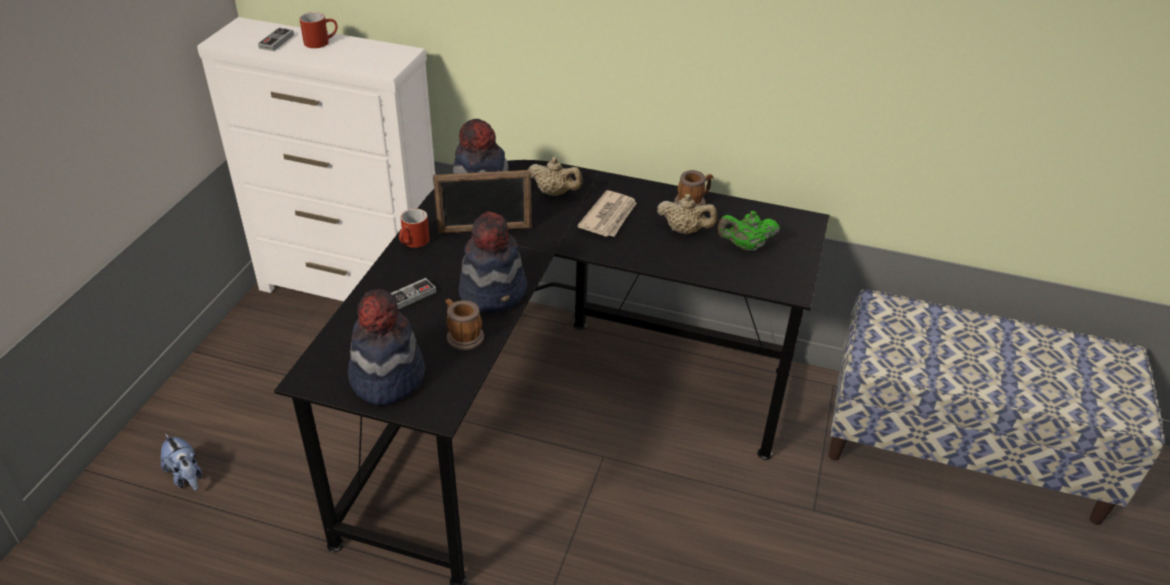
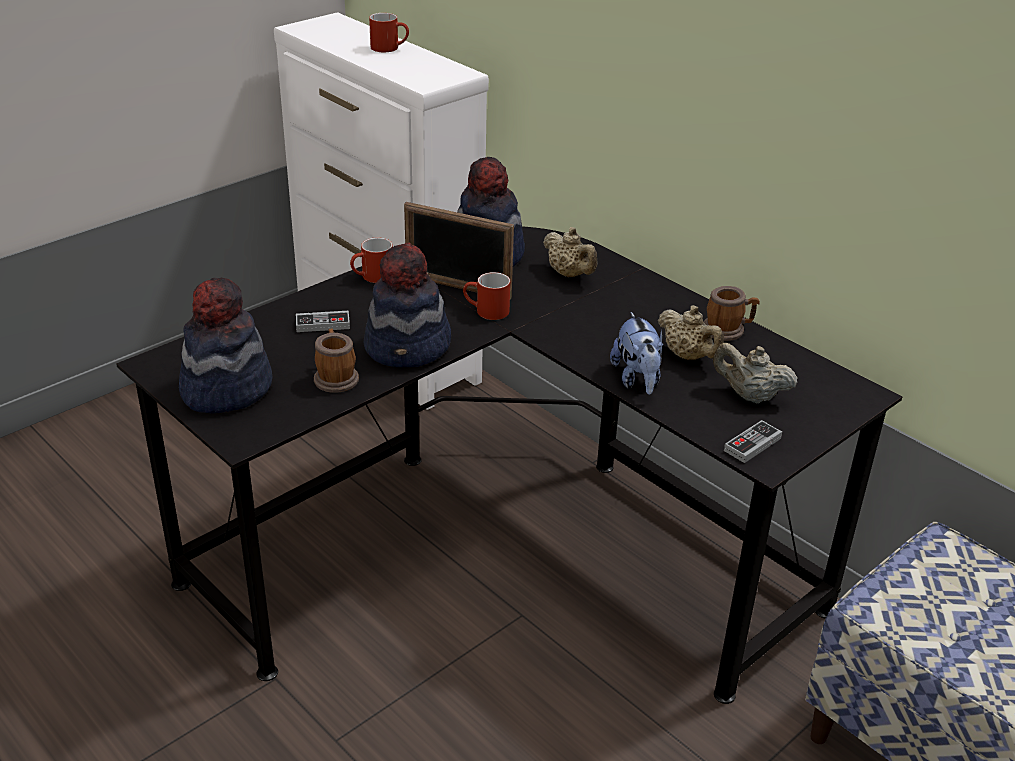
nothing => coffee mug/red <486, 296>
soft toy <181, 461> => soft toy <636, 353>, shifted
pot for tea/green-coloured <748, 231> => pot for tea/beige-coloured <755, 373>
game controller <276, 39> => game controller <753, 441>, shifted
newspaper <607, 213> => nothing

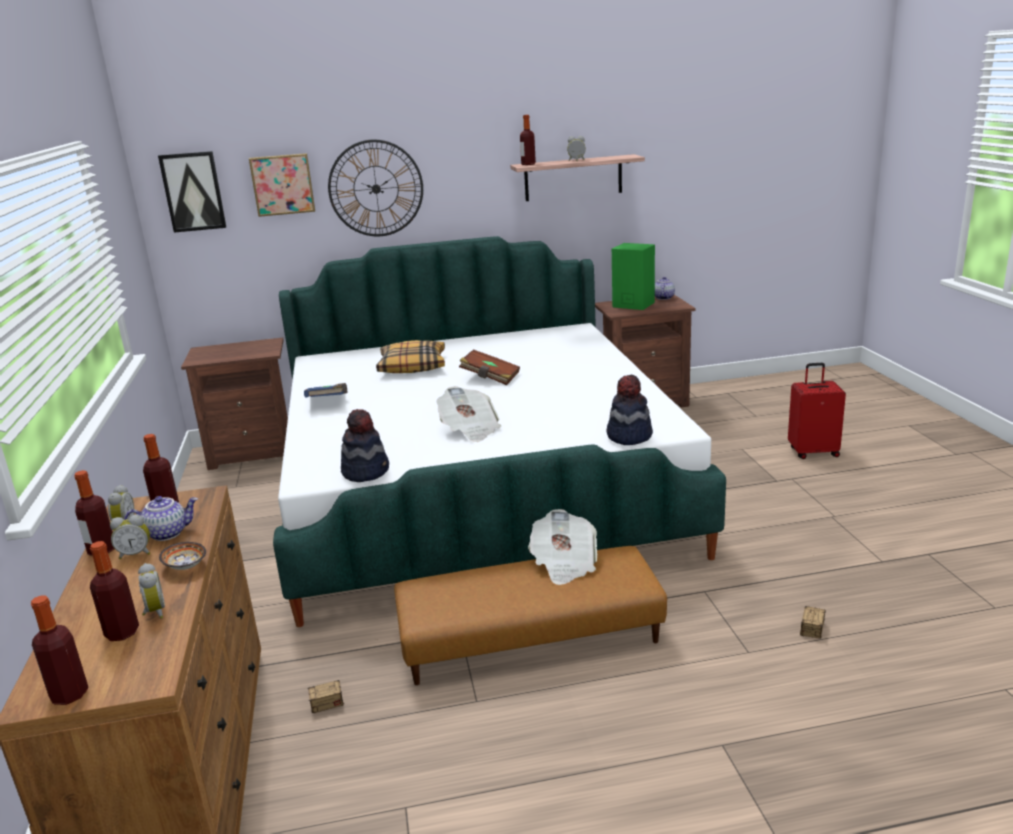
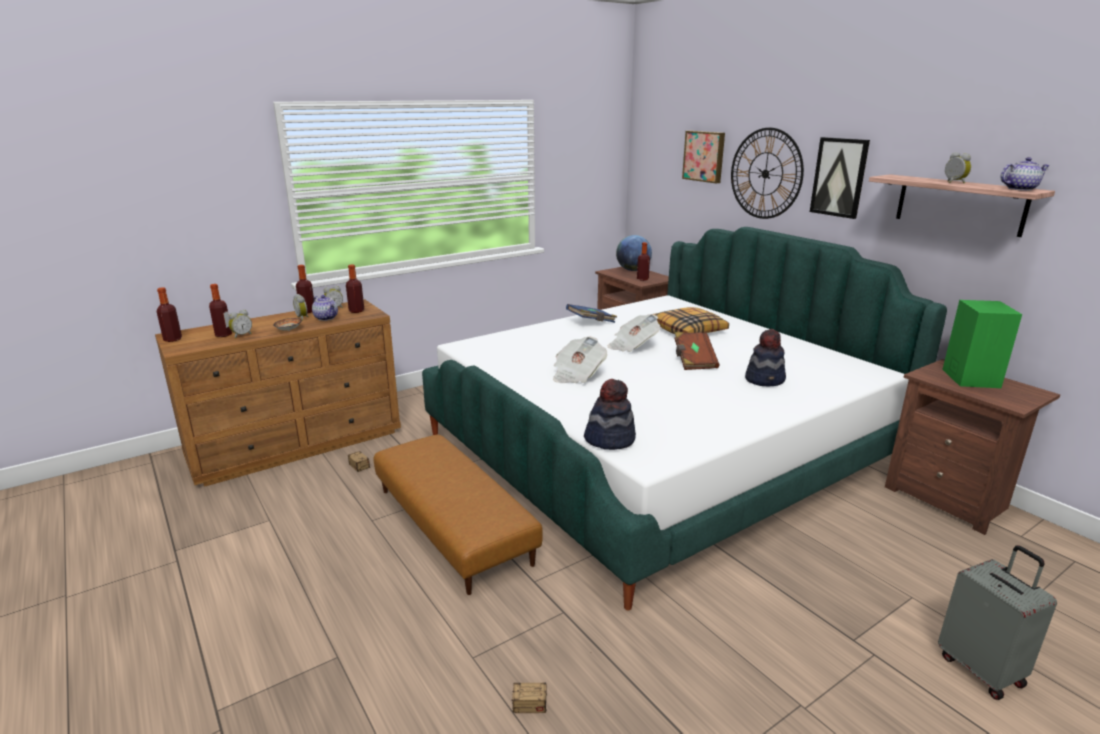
newspaper <562, 547> => newspaper <634, 333>, shifted
nothing => globe <634, 253>
drink bottle <528, 140> => drink bottle <643, 261>, shifted
clothing hat <365, 445> => clothing hat <765, 358>, shifted
picture <192, 192> => picture <840, 178>, shifted
suitcase/red <817, 411> => suitcase/grey <997, 622>
pot for tea <665, 288> => pot for tea <1025, 174>, shifted

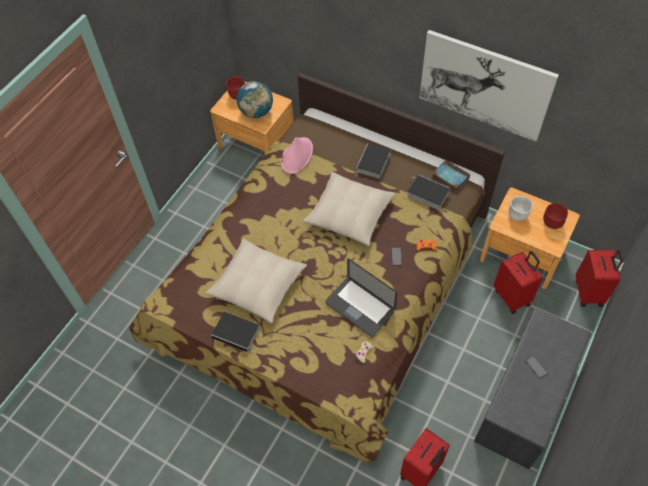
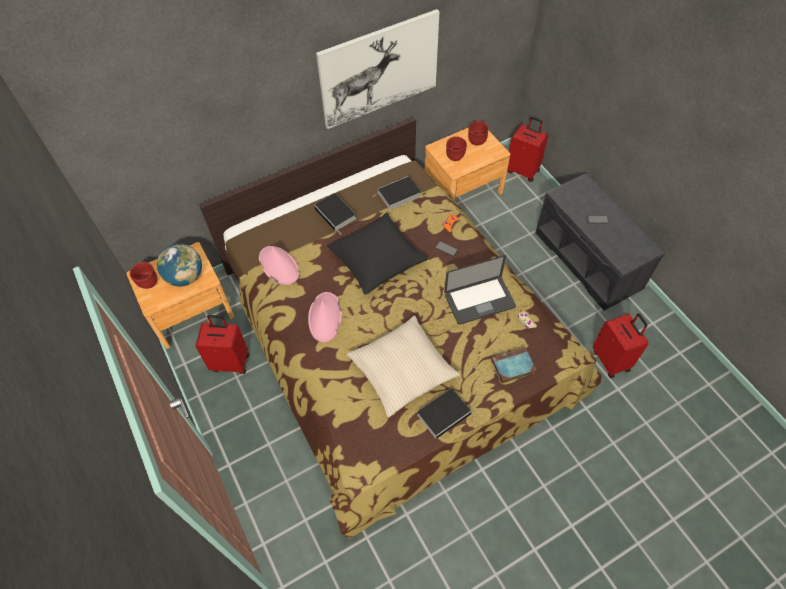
suitcase/red <518, 282> => suitcase/red <222, 344>, shifted
nothing => clothing hat/pink <325, 317>
pillow/beige-coloured <349, 209> => pillow/black-coloured <378, 254>
bowl/white-coloured <521, 208> => bowl/red <456, 148>
bound book <451, 176> => bound book <513, 365>, shifted

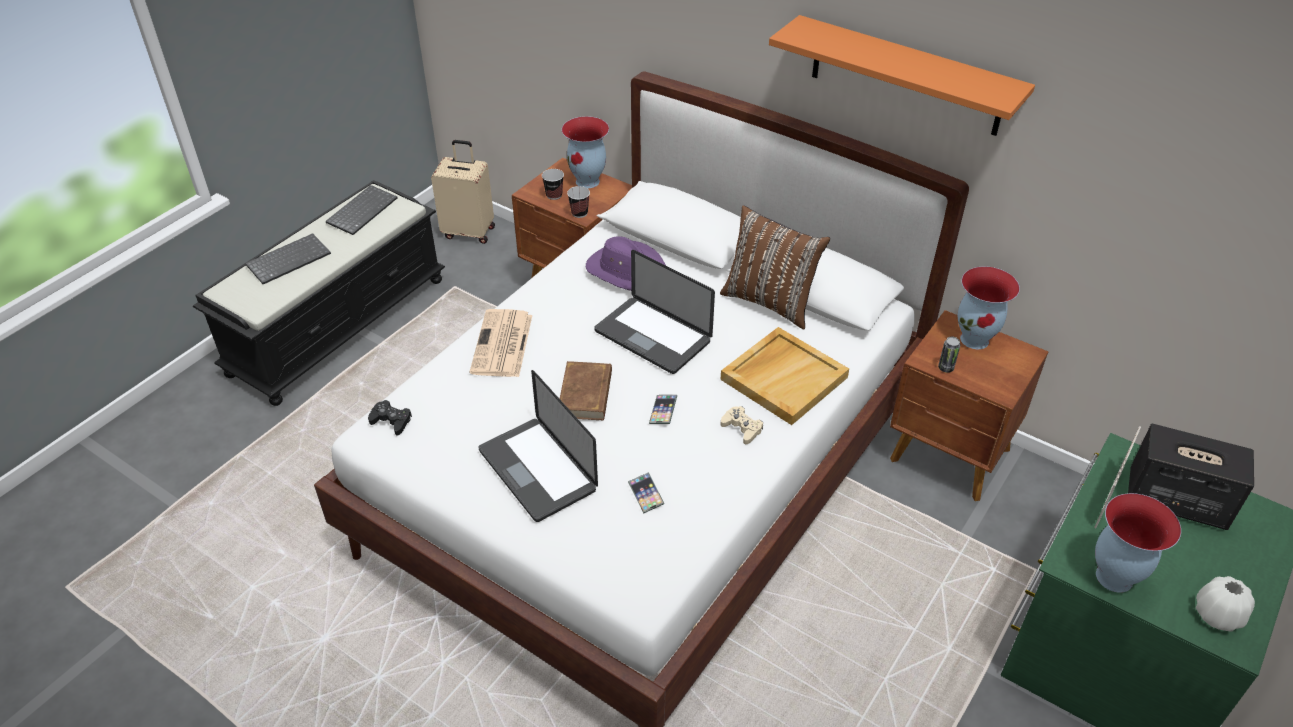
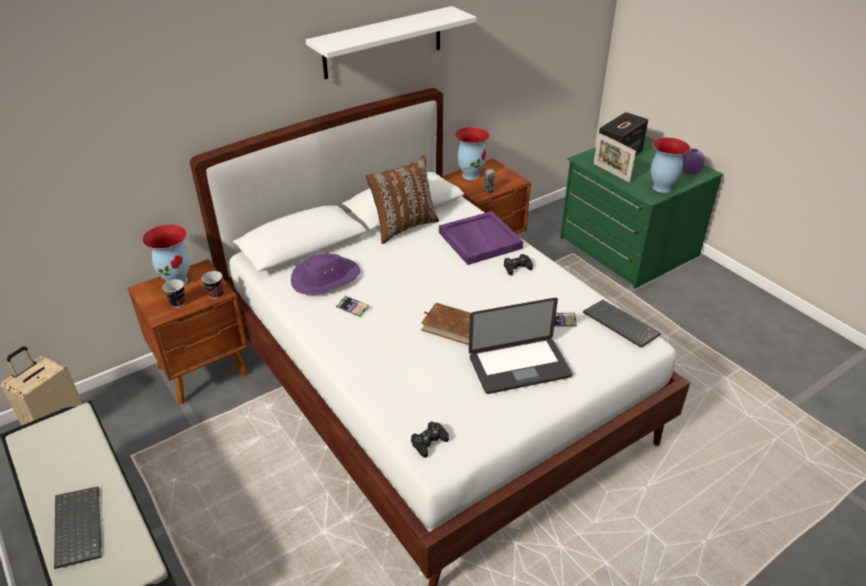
bracket shelf/orange <902, 75> => bracket shelf/white-coloured <391, 42>
phone <663, 409> => phone <352, 306>, shifted
serving tray/beige-coloured <784, 376> => serving tray/purple <481, 238>
game controller/beige-coloured <742, 425> => game controller/black-coloured <518, 264>
PC keyboard <361, 210> => PC keyboard <622, 324>, shifted
vase/white-coloured <1225, 604> => vase/purple <693, 161>
newspaper <501, 343> => nothing
laptop <654, 312> => nothing

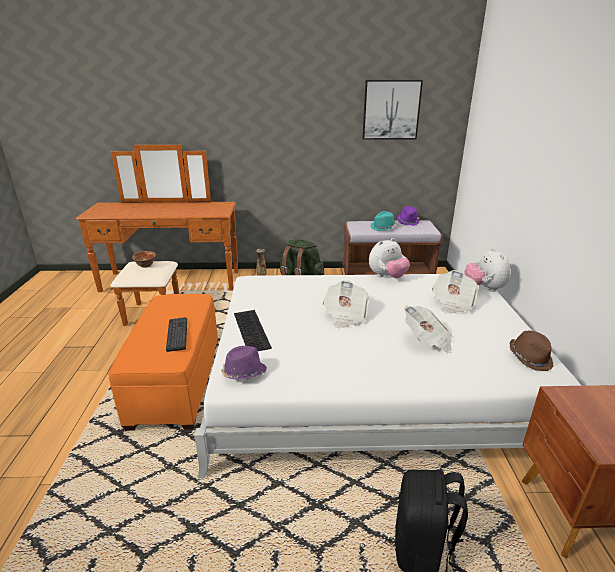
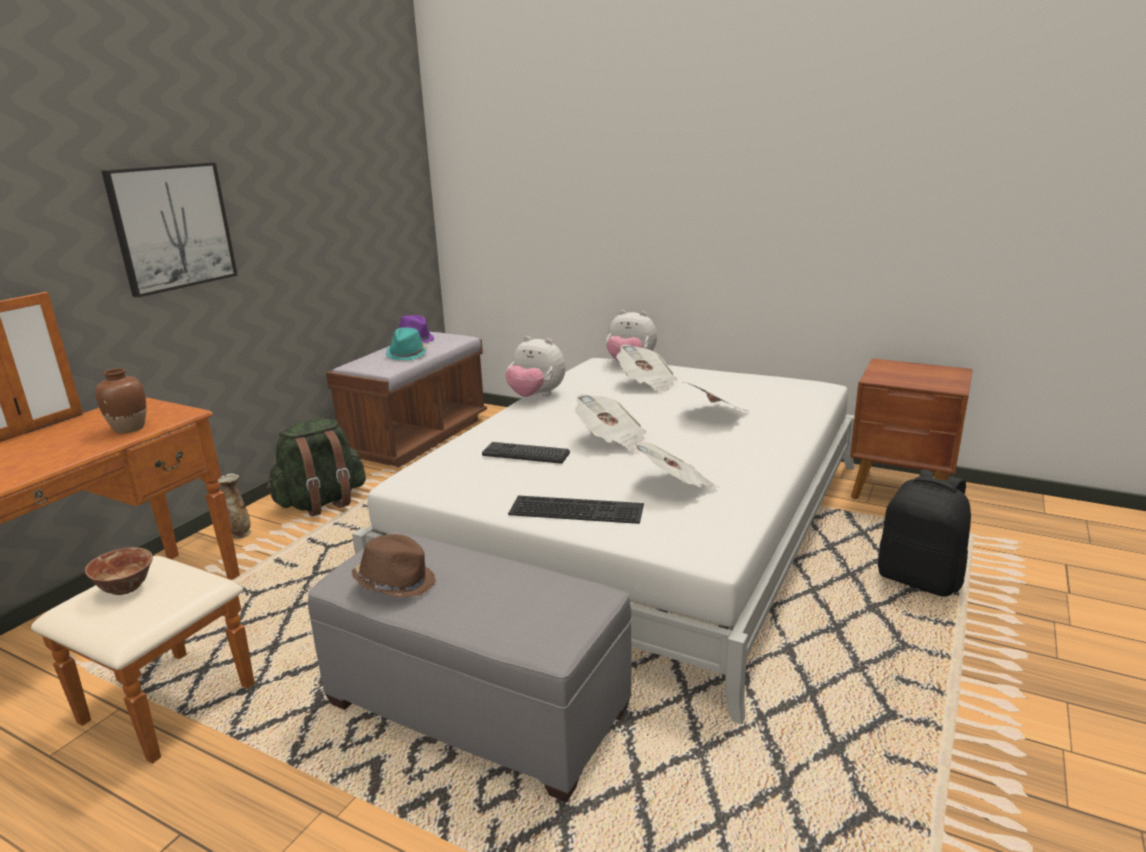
nothing => vase/brown-coloured <120, 400>
picture <392, 110> => picture <169, 230>, shifted
pouffe/orange <163, 362> => pouffe/grey <470, 667>
clothing hat/brown-coloured <532, 350> => clothing hat/brown-coloured <394, 566>, shifted
PC keyboard <176, 334> => PC keyboard <526, 453>, shifted
soft toy <389, 258> => soft toy <535, 366>, 120 degrees clockwise
nothing => newspaper <675, 465>
clothing hat/purple <244, 363> => nothing

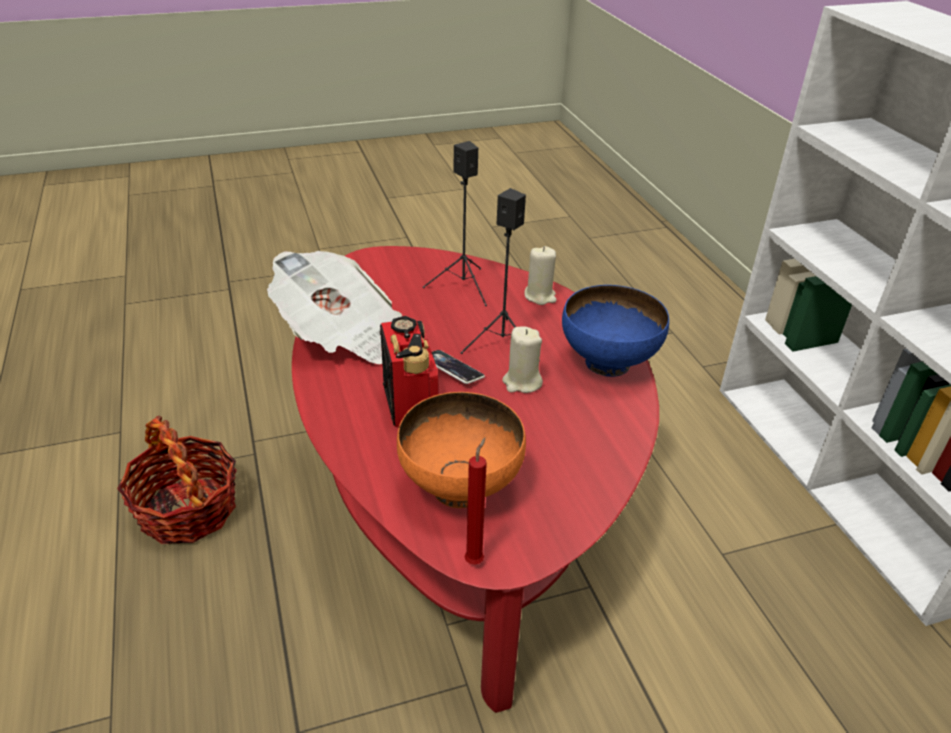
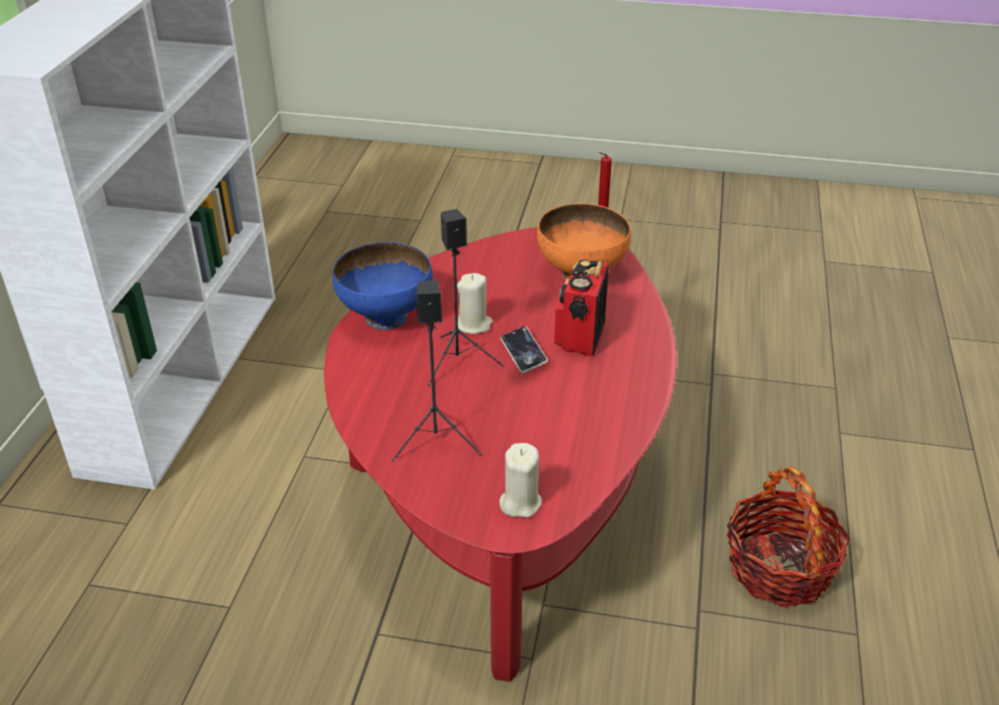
candle/beige-coloured <541, 275> => candle/beige-coloured <521, 480>, shifted
newspaper <334, 308> => nothing

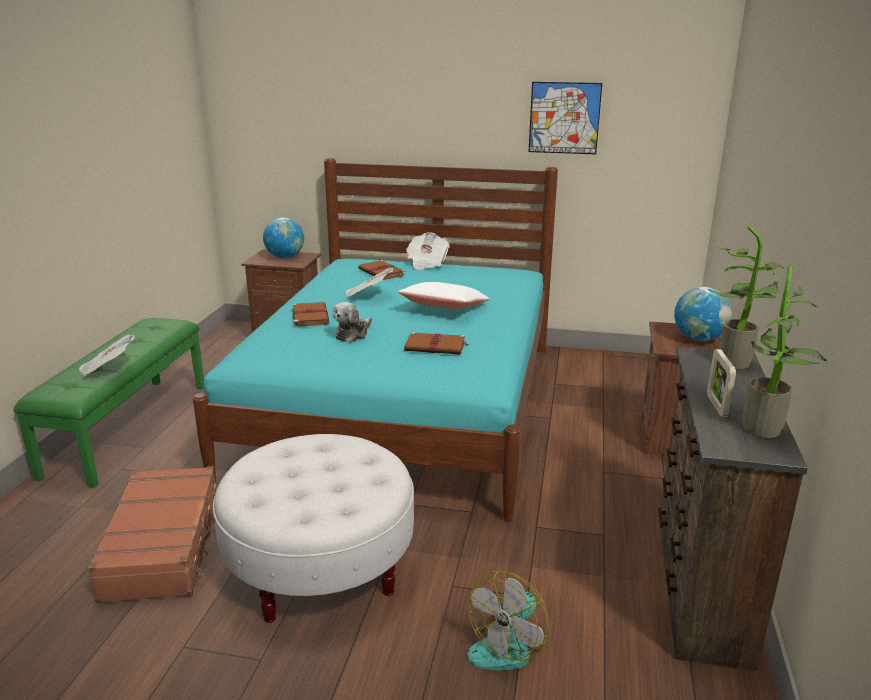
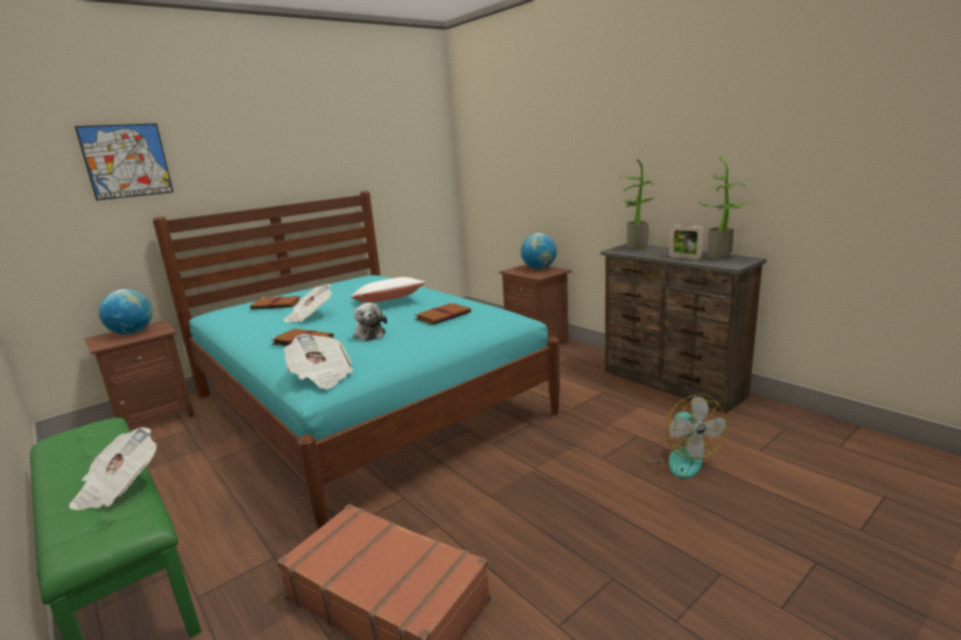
picture <565, 118> => picture <124, 161>, shifted
newspaper <428, 251> => newspaper <319, 361>, shifted
pouffe/white-coloured <313, 528> => nothing

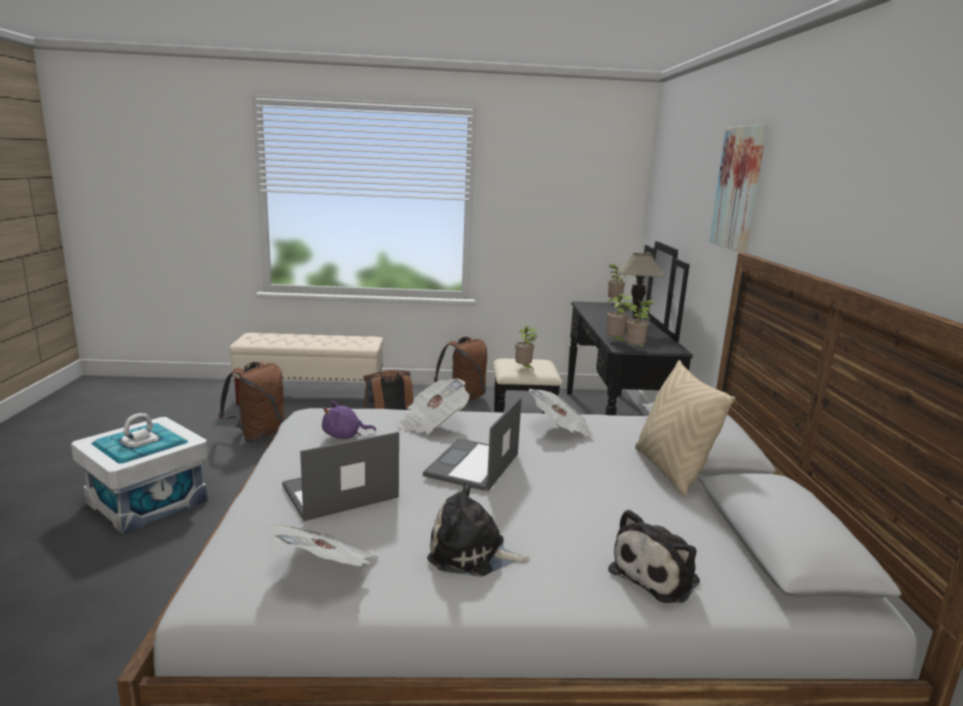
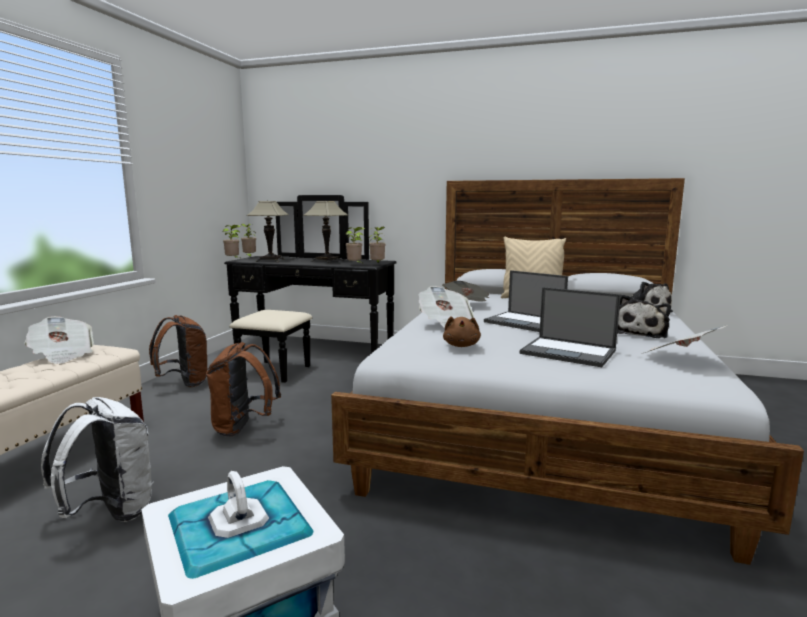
nothing => newspaper <59, 340>
backpack/brown-coloured <252, 402> => backpack/white-coloured <97, 459>
plant in a pot <526, 347> => plant in a pot <232, 241>, shifted
nothing => tabletop lamp <268, 231>
soft toy/purple <349, 420> => soft toy/brown-coloured <462, 331>
laptop <340, 476> => laptop <570, 327>, 45 degrees counterclockwise
picture <738, 188> => nothing

